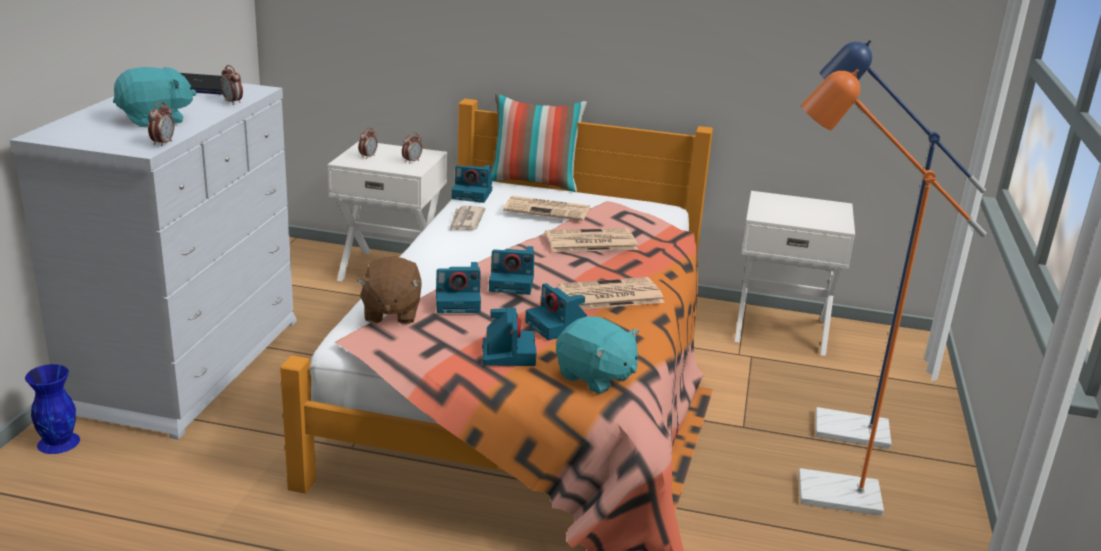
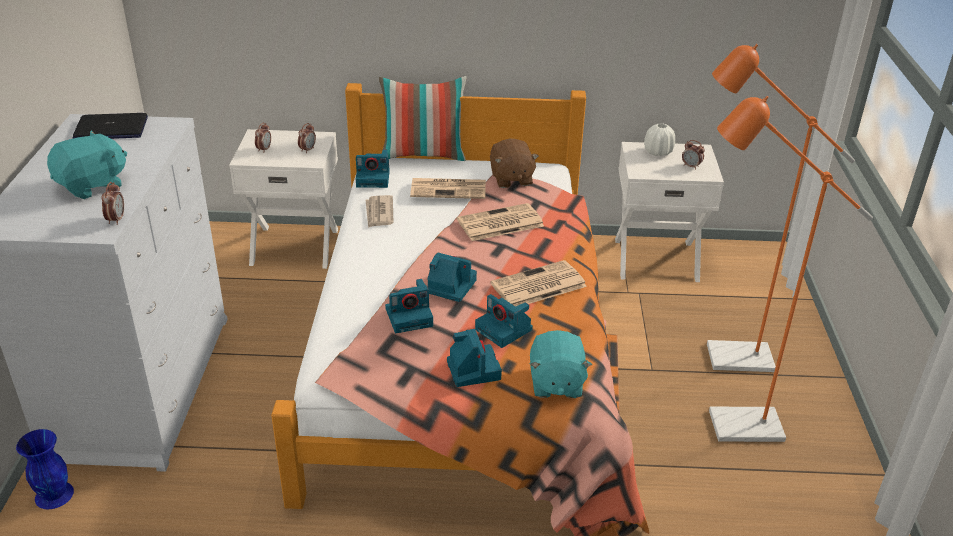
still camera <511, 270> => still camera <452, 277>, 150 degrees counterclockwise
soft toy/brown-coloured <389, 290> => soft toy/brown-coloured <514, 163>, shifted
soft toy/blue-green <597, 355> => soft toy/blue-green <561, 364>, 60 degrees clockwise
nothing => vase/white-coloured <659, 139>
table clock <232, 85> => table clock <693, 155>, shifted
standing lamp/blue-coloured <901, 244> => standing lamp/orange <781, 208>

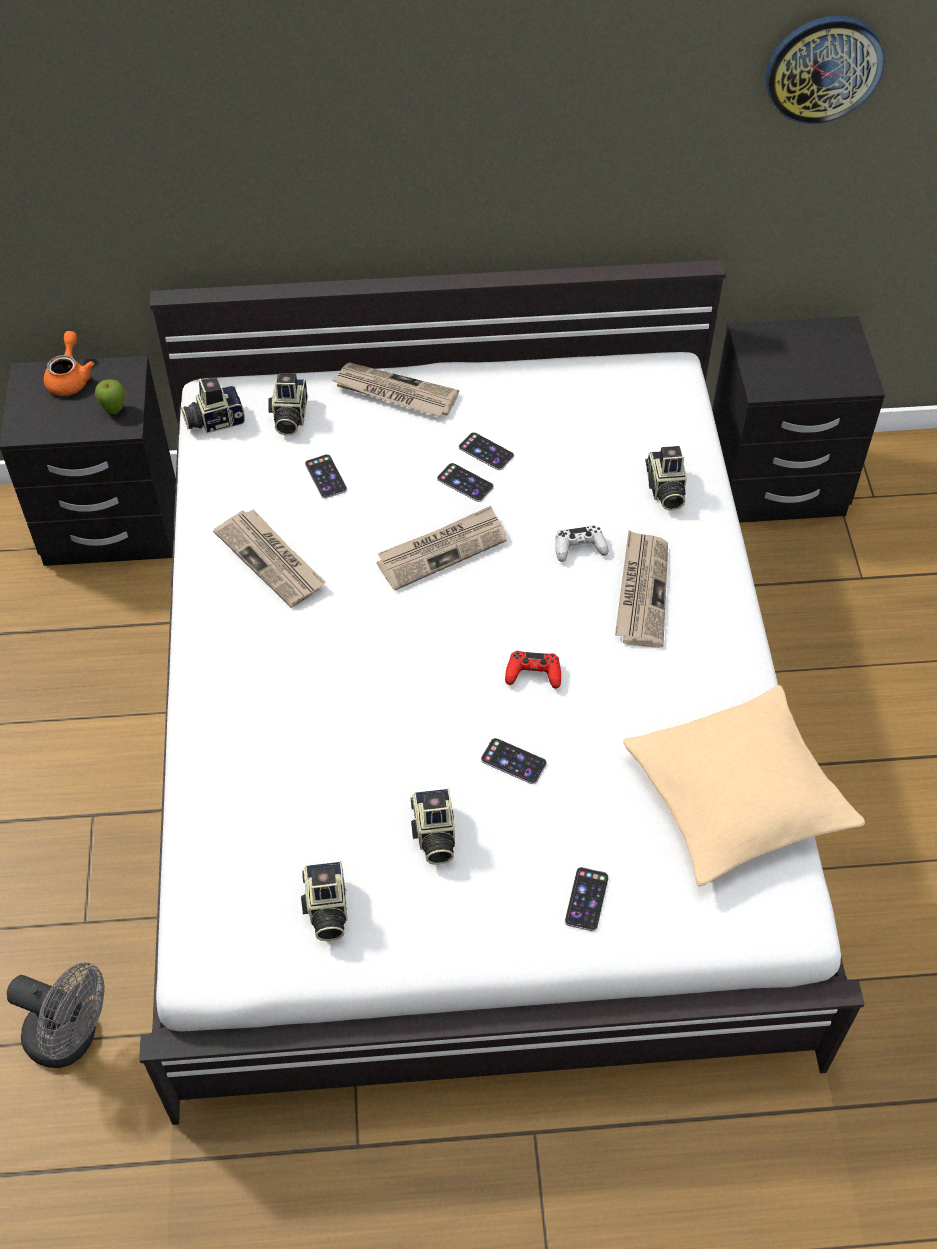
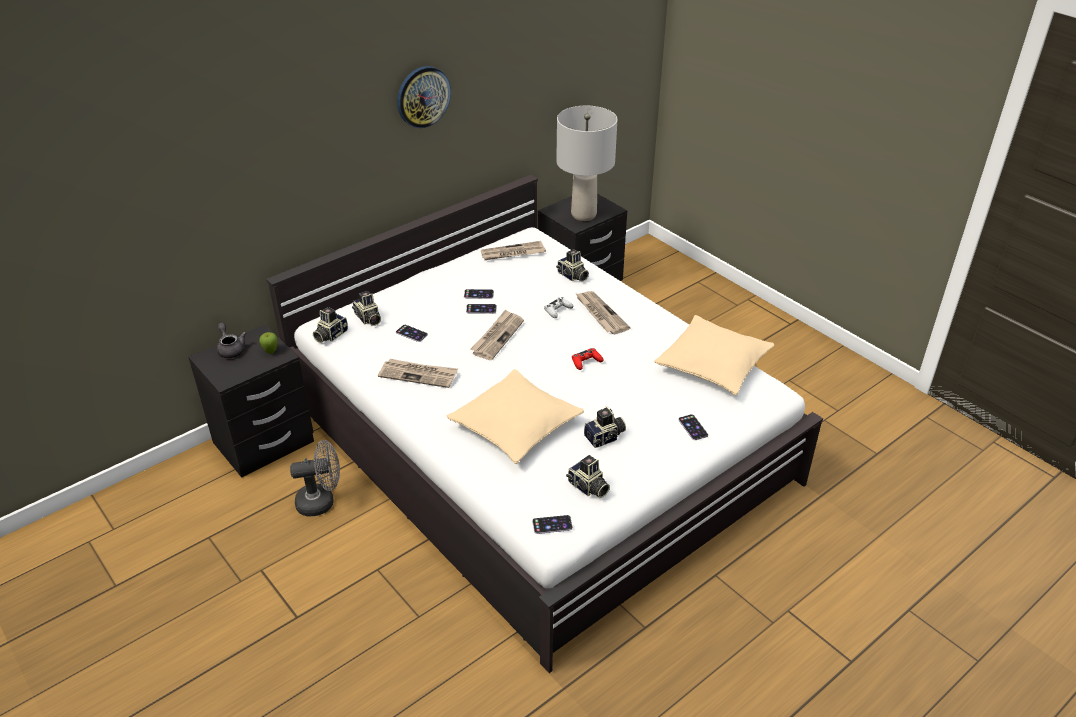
pot for tea/orange <69, 363> => pot for tea/grey <231, 340>
electric fan/grey <56, 1015> => electric fan/grey <315, 478>, shifted
wall clock <825, 70> => wall clock <424, 97>, shifted
nothing => pillow/beige-coloured <515, 416>
newspaper <395, 390> => newspaper <513, 250>, shifted
phone <514, 761> => phone <552, 524>, shifted
nothing => tabletop lamp/grey <586, 163>
still camera <433, 826> => still camera <605, 427>, 75 degrees counterclockwise

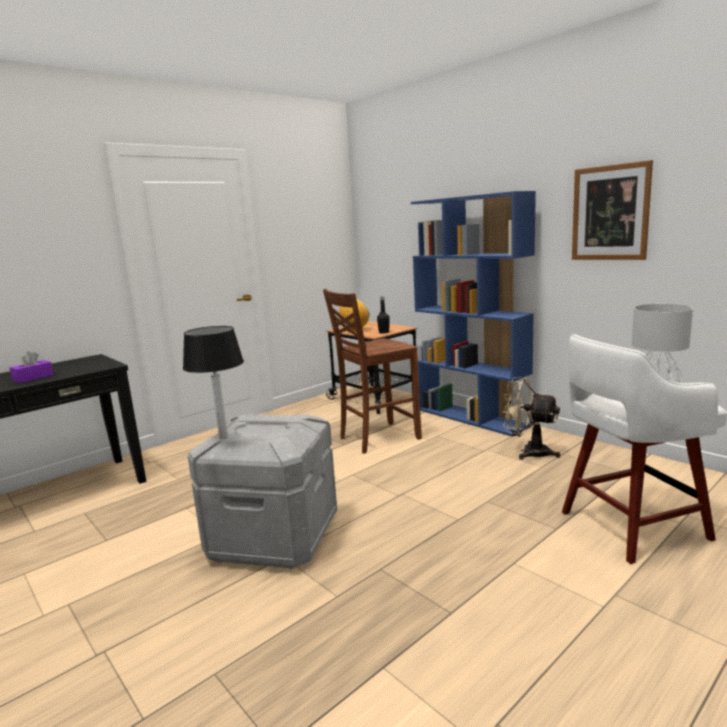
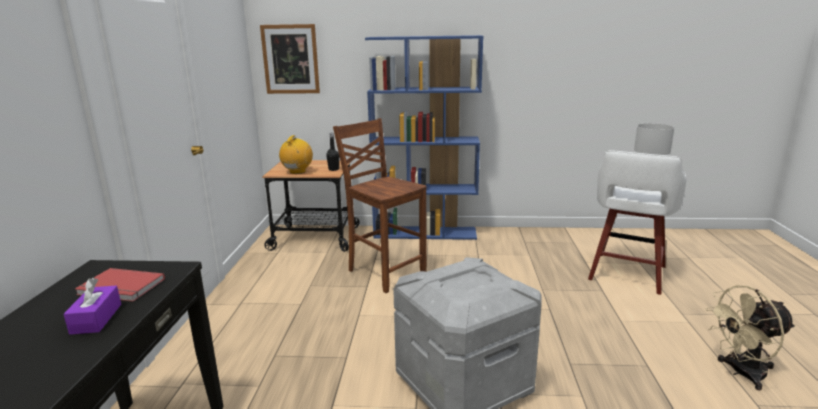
nothing => bound book/red <120, 285>
picture <612, 210> => picture <290, 59>, shifted
chair/brown-coloured <372, 371> => chair/brown-coloured <380, 205>, 120 degrees clockwise
electric fan/beige-coloured <531, 418> => electric fan/beige-coloured <750, 337>, shifted
tabletop lamp <213, 382> => nothing

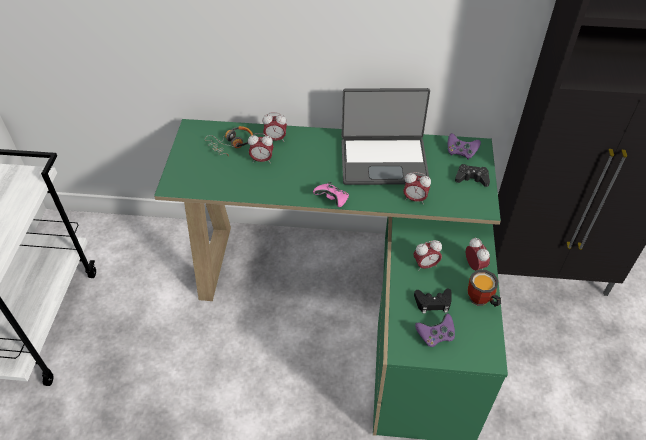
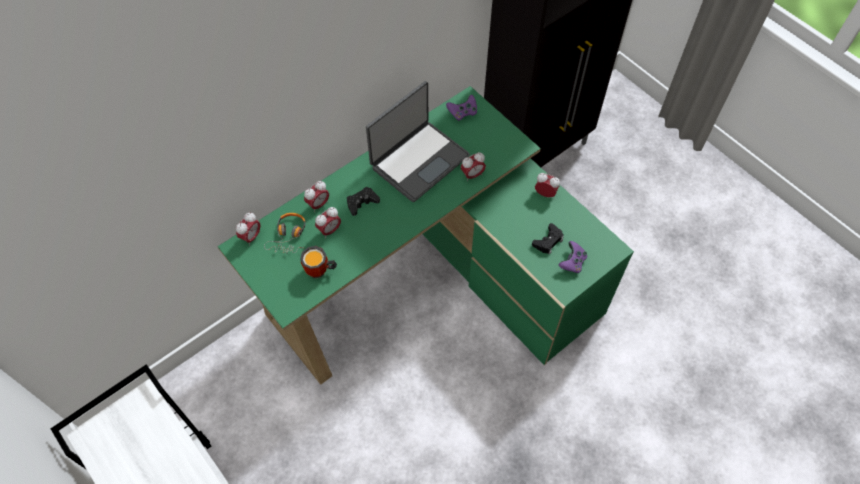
table clock <428, 255> => table clock <248, 229>, shifted
coffee mug <484, 288> => coffee mug <318, 262>, shifted
game controller/black-coloured <472, 175> => game controller/black-coloured <363, 201>, shifted
game controller/pink <331, 194> => nothing

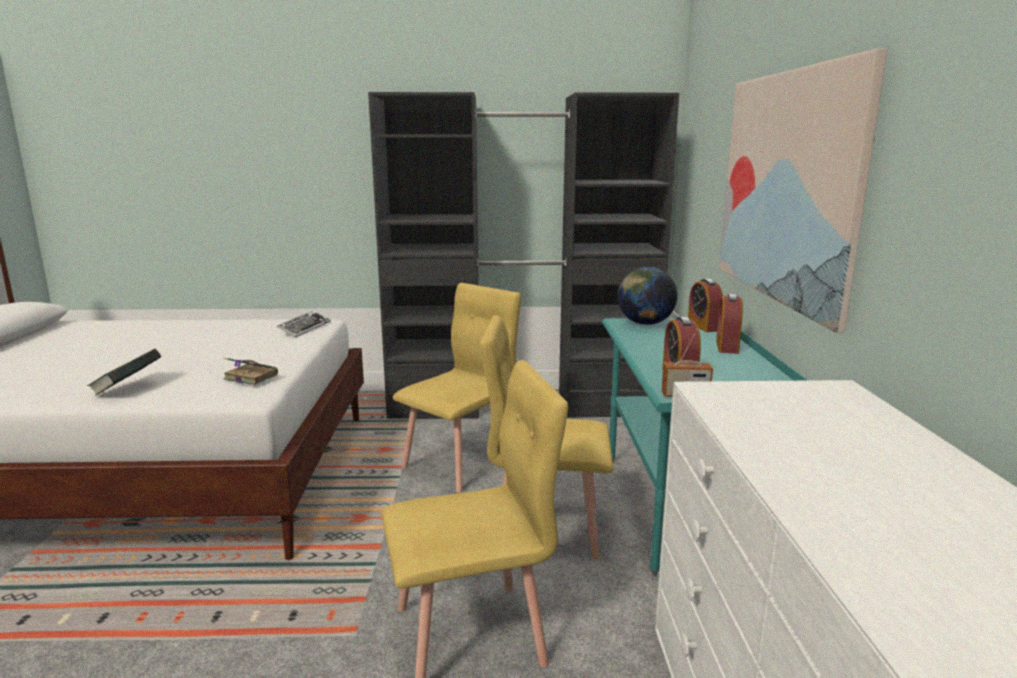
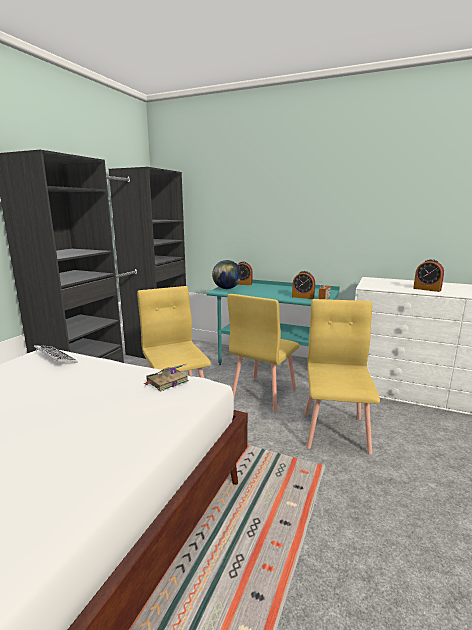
table clock <729, 324> => table clock <428, 275>, shifted
bound book <124, 372> => nothing
picture <803, 190> => nothing

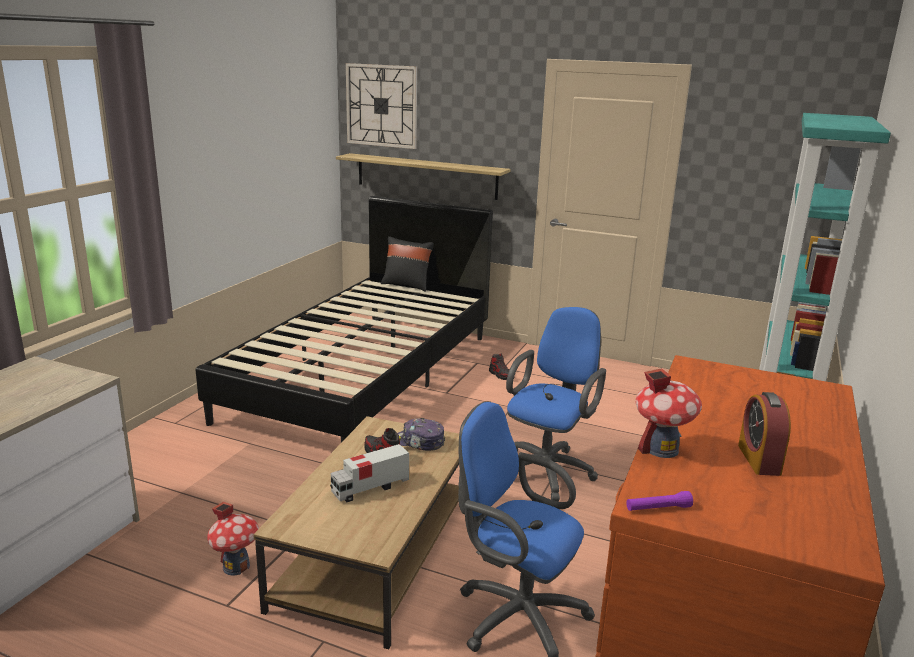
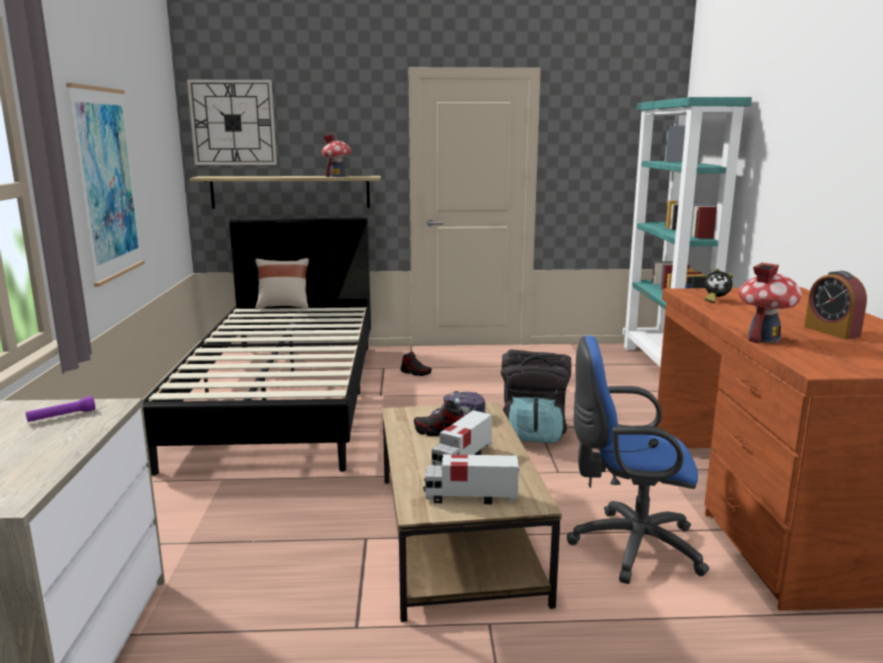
hand torch/purple <659, 501> => hand torch/purple <60, 409>, shifted
nothing => picture <105, 185>
pillow/black-coloured <407, 264> => pillow/beige-coloured <282, 284>
toy house <233, 538> => toy house <337, 156>, shifted
nothing => toy truck <471, 479>
computer chair/blue-coloured <556, 404> => backpack/black-coloured <536, 396>
nothing => table clock <719, 285>

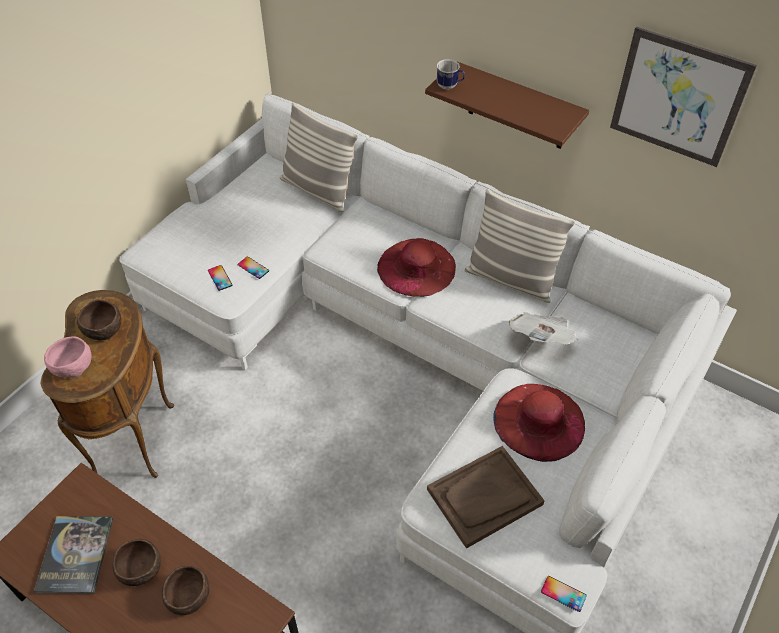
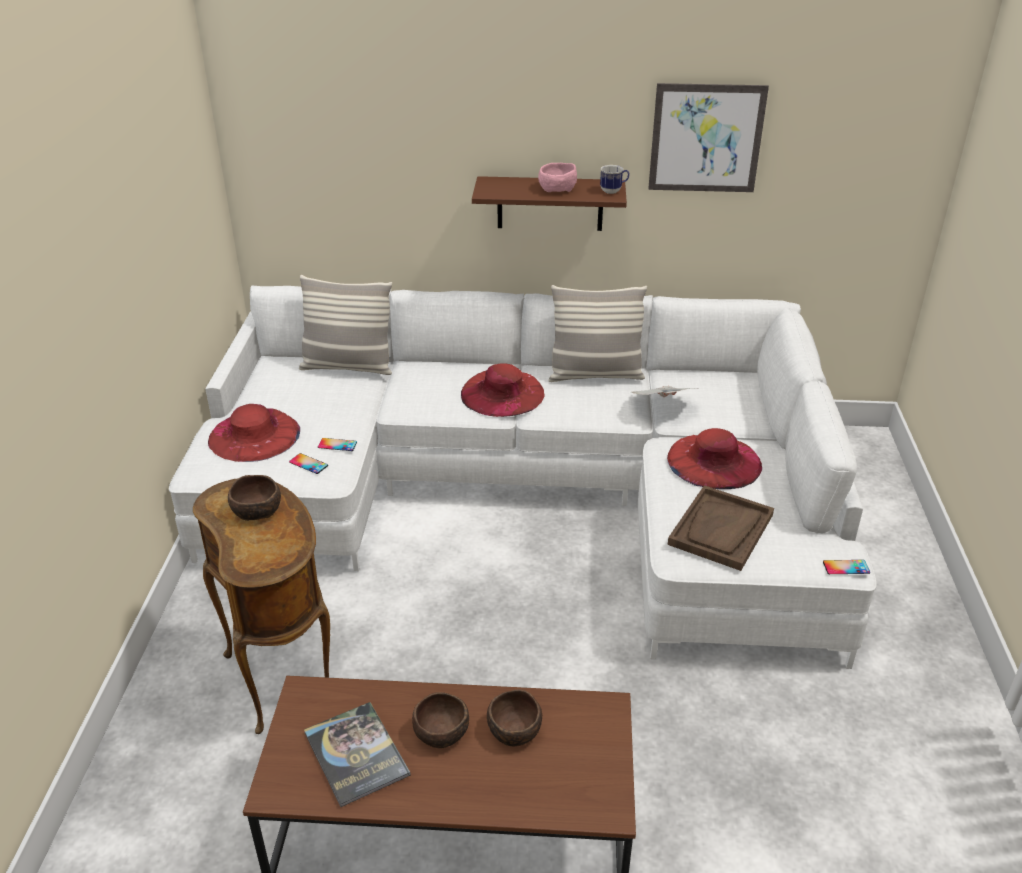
nothing => clothing hat/red <254, 433>
bowl/pink <68, 357> => bowl/pink <557, 177>, shifted
coffee mug <451, 74> => coffee mug <615, 179>, shifted

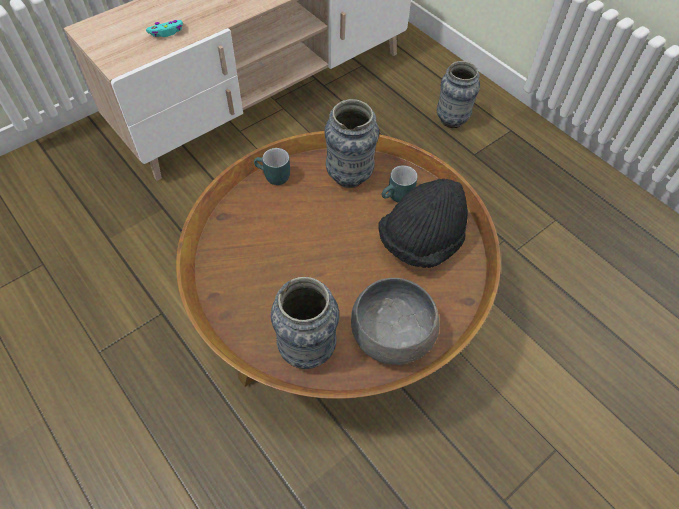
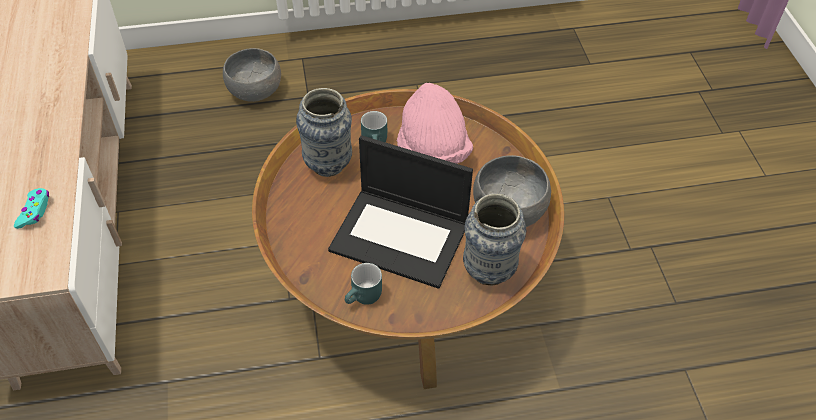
vase <458, 94> => bowl/grey <252, 75>
nothing => laptop <400, 212>
coffee mug/blue-green <272, 166> => coffee mug/blue-green <363, 284>, shifted
clothing hat/black-coloured <423, 223> => clothing hat/pink <435, 123>

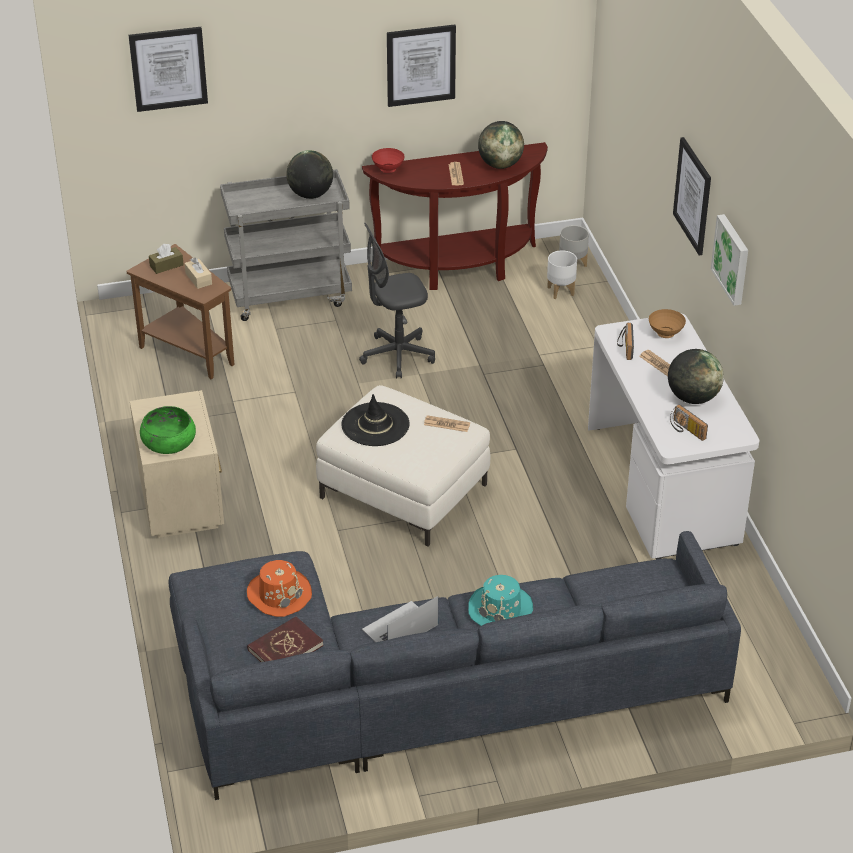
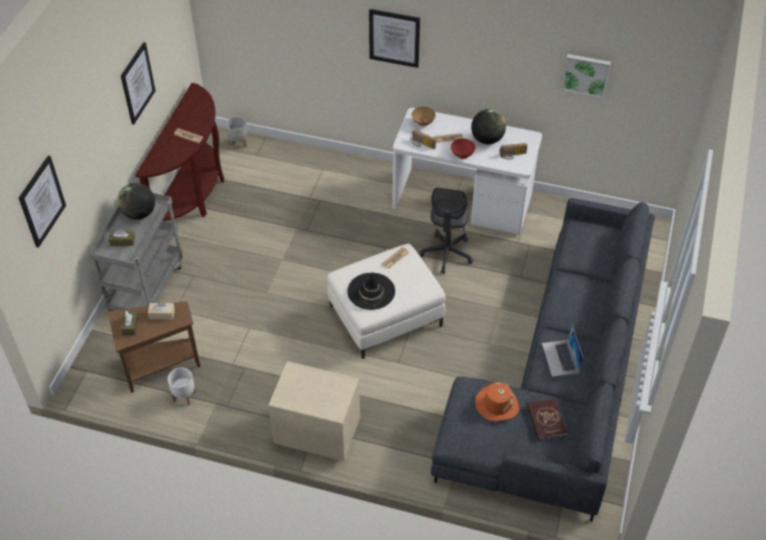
nothing => box of tissues/brown-coloured <121, 237>
plant pot/white-coloured <562, 274> => plant pot/white-coloured <182, 386>, shifted
computer chair/grey <397, 301> => computer chair/grey <446, 231>, shifted
bowl/red <388, 160> => bowl/red <463, 149>, shifted
picture <729, 260> => picture <586, 76>, shifted
bowl/green-coloured <168, 430> => nothing
clothing hat/blue-green <500, 600> => nothing
globe <501, 145> => nothing

